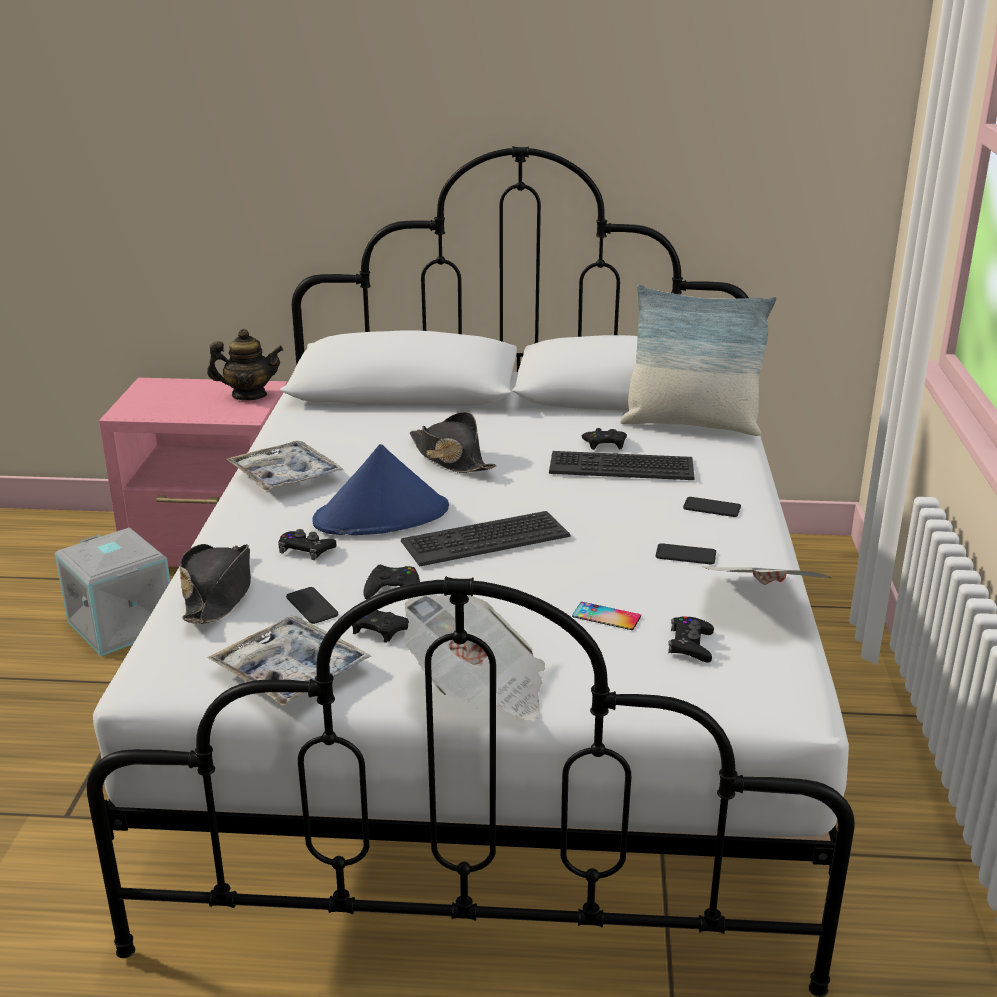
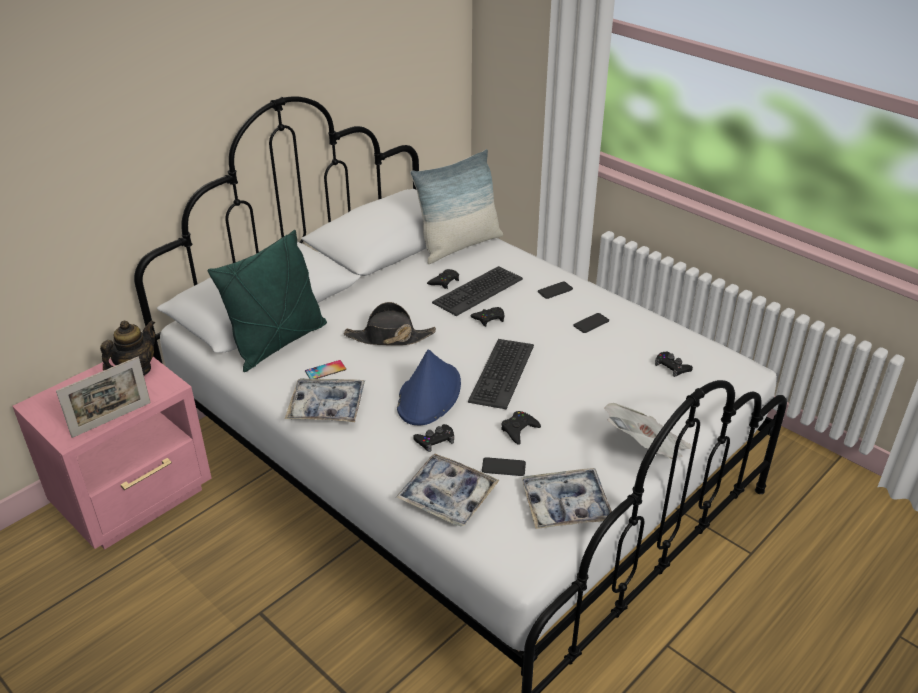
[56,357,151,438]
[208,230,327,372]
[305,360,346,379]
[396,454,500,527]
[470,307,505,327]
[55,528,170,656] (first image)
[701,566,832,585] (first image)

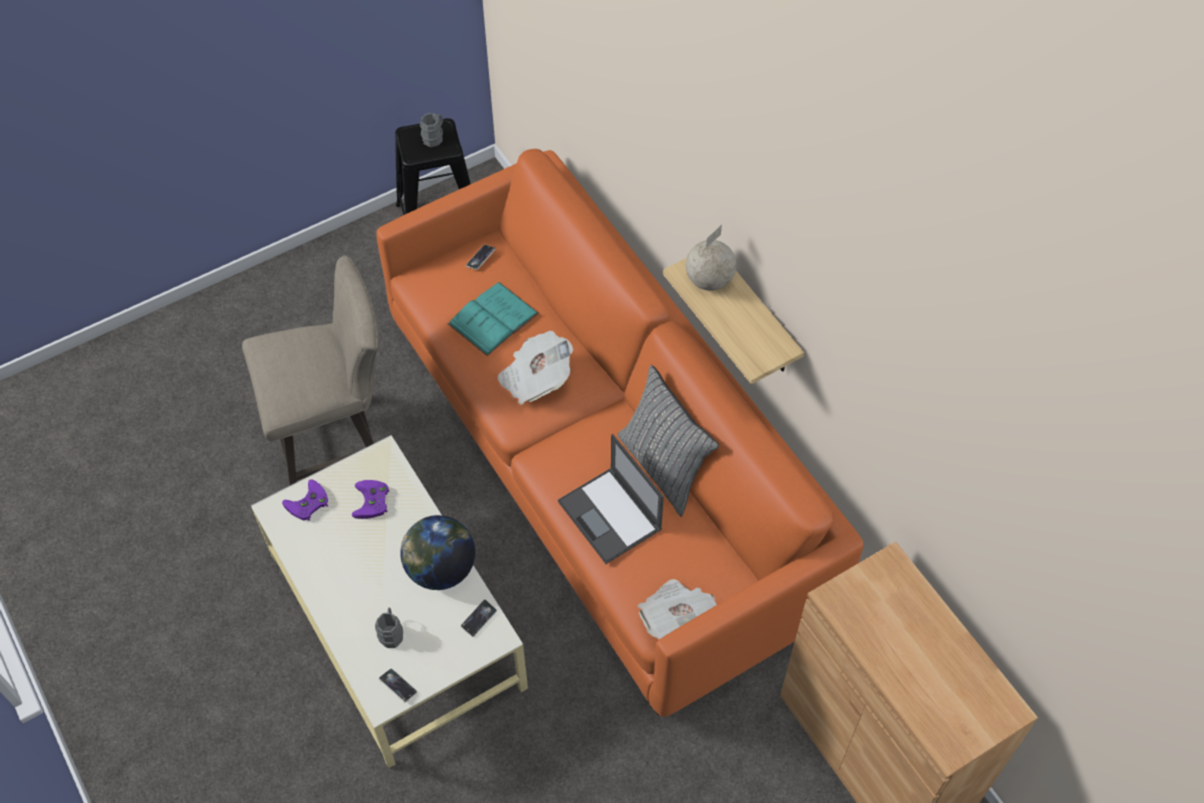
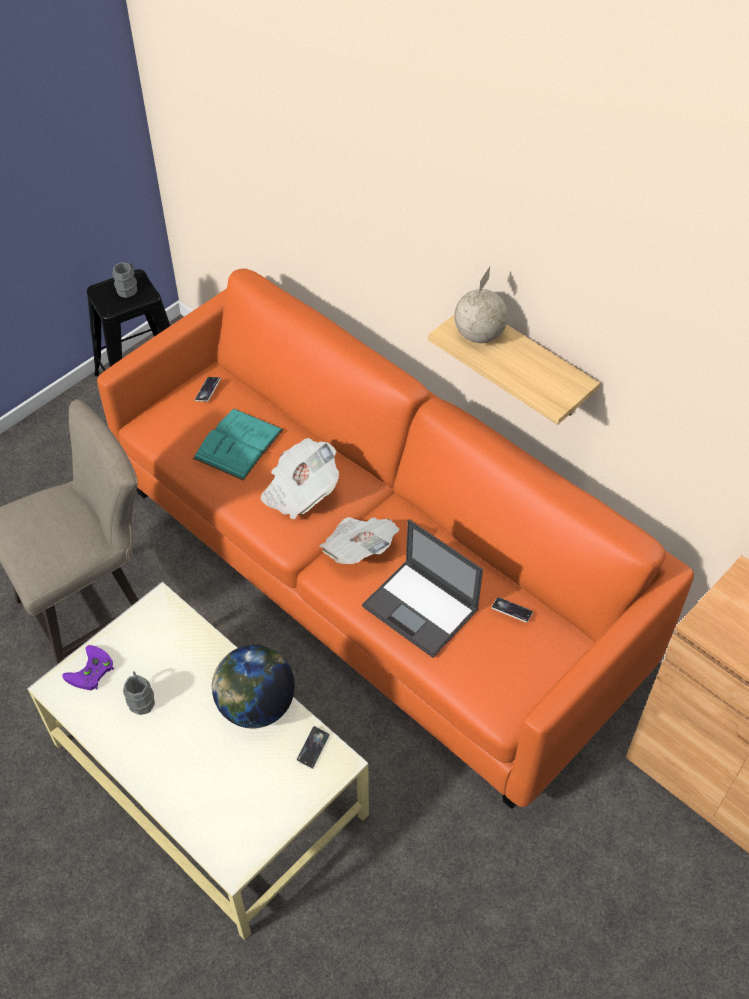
[123,671,155,715]
[319,517,399,564]
[491,597,533,623]
[352,480,389,519] (first image)
[618,365,719,517] (first image)

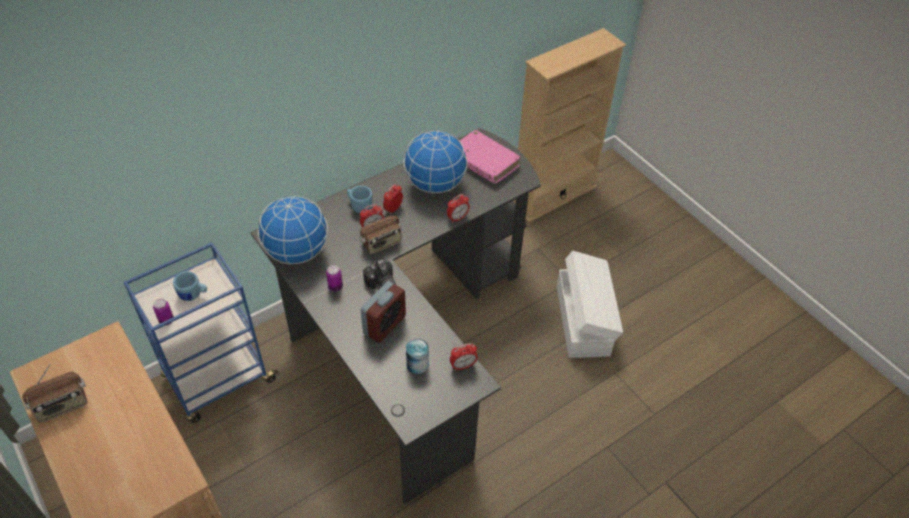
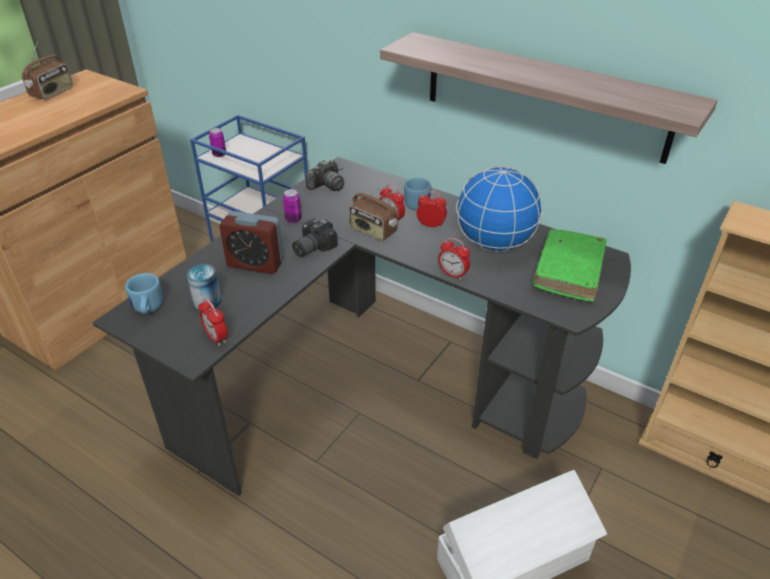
[22,42,73,100]
[125,273,163,313]
[306,160,344,191]
[380,32,718,164]
[533,230,607,302]

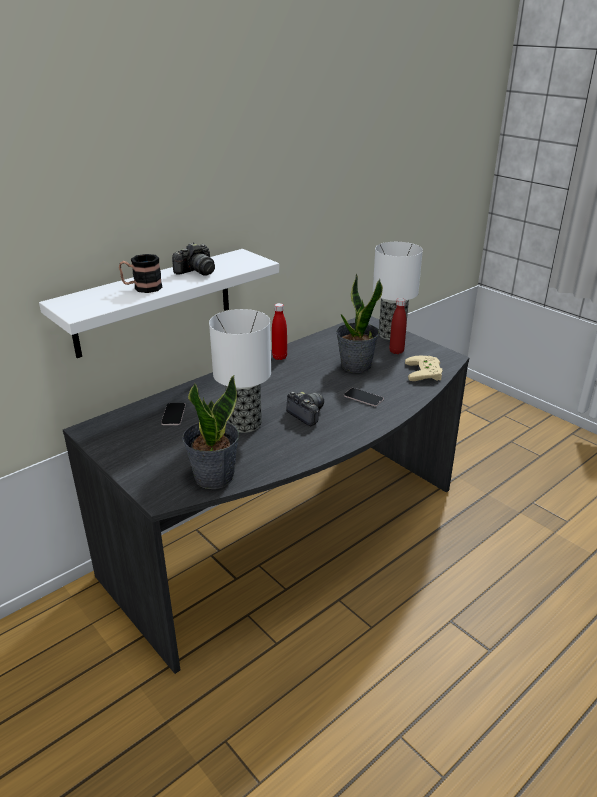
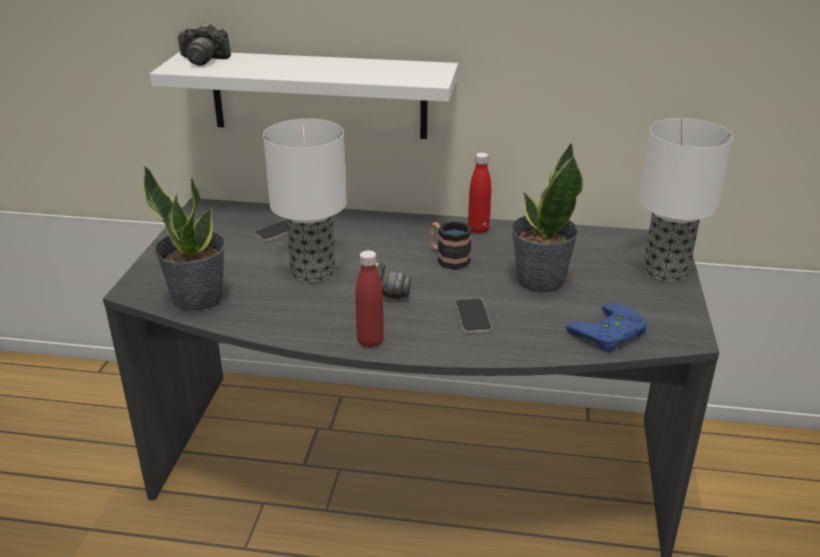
[177,23,231,66]
[355,250,384,348]
[430,221,472,270]
[566,303,647,353]

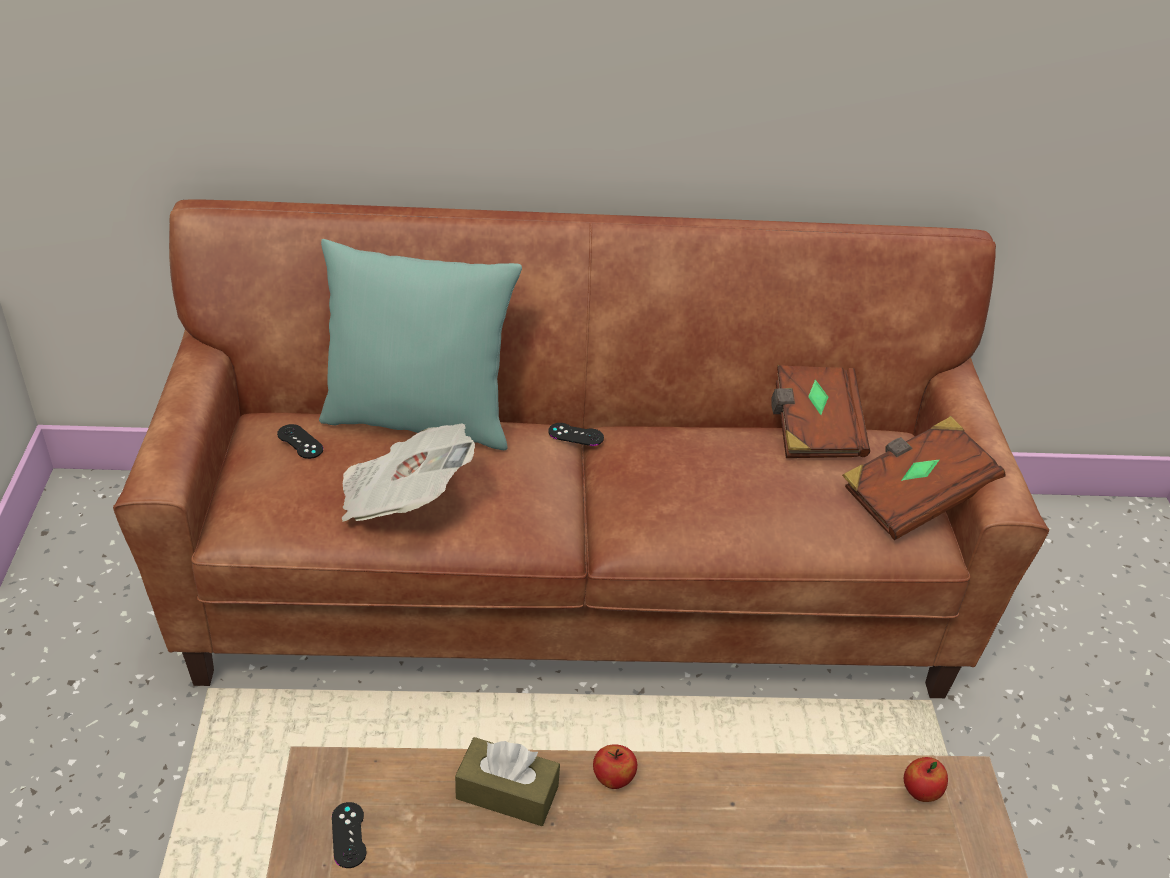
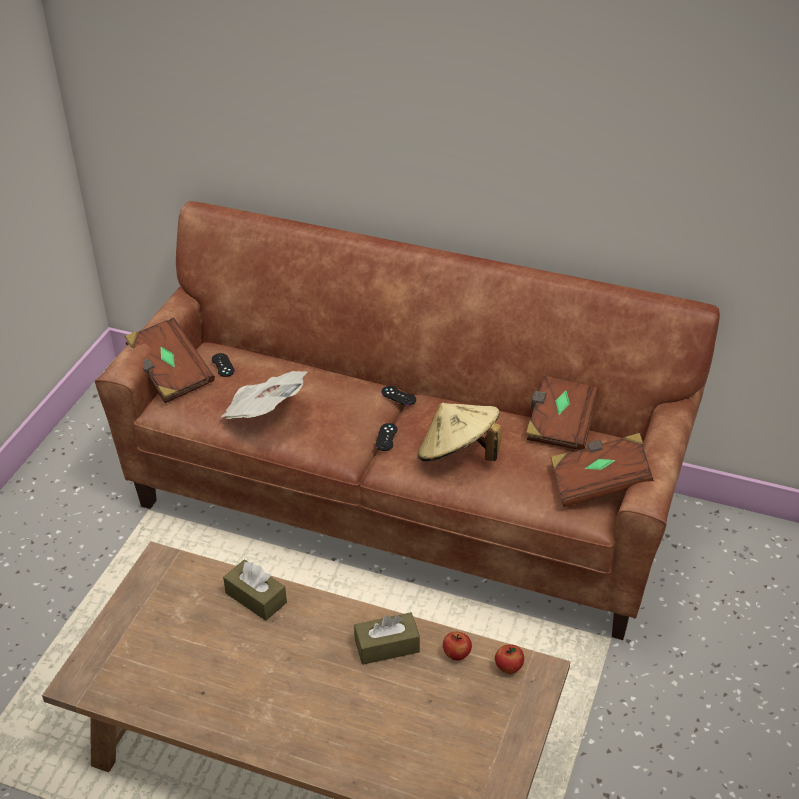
[125,318,215,403]
[354,612,420,665]
[376,423,397,451]
[418,403,502,461]
[443,632,472,661]
[319,239,522,450] (first image)

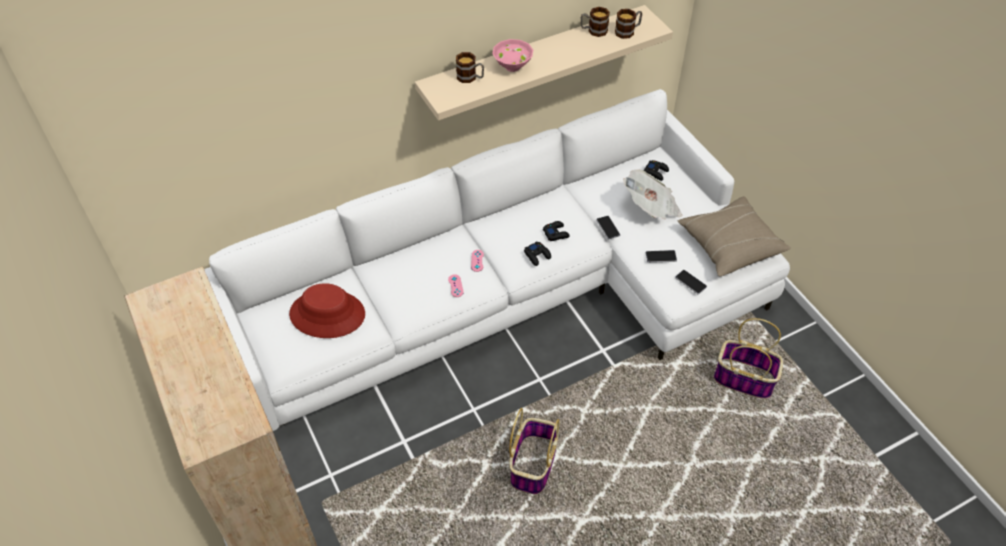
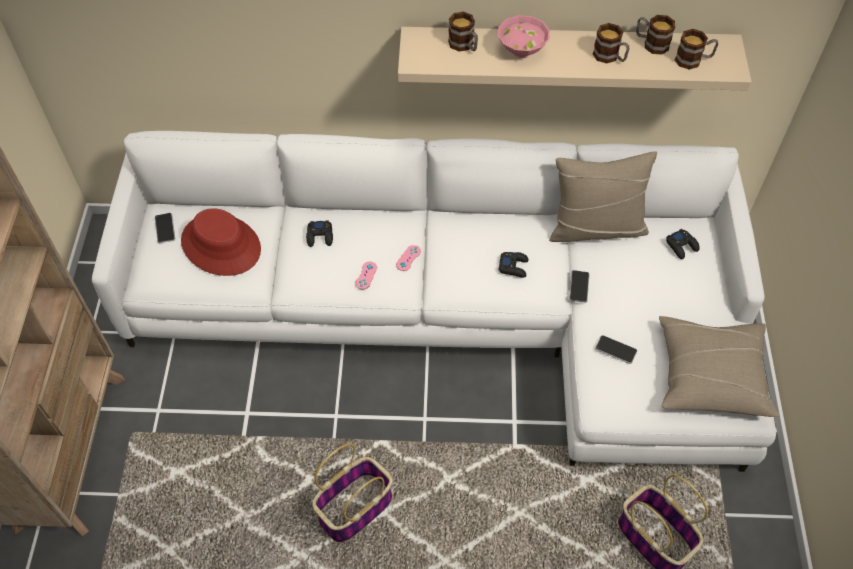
[155,213,175,243]
[306,220,333,247]
[549,151,657,242]
[593,23,629,64]
[623,169,682,219] (first image)

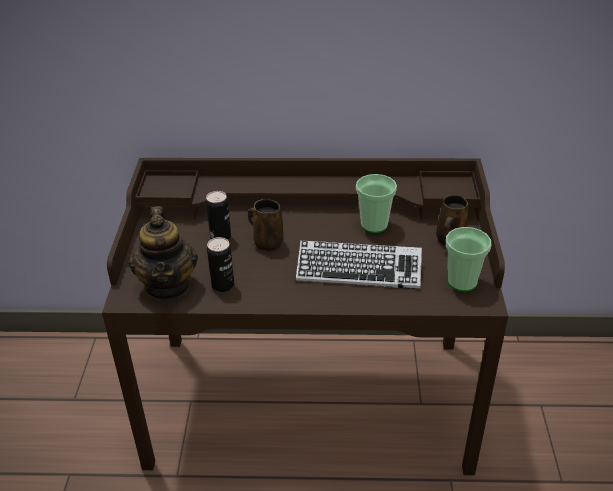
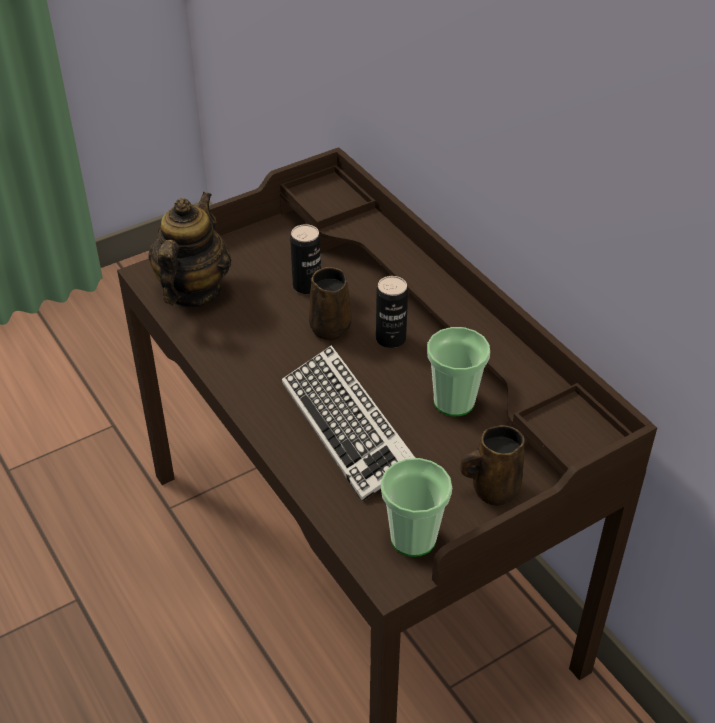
[148,192,231,308]
[376,276,408,348]

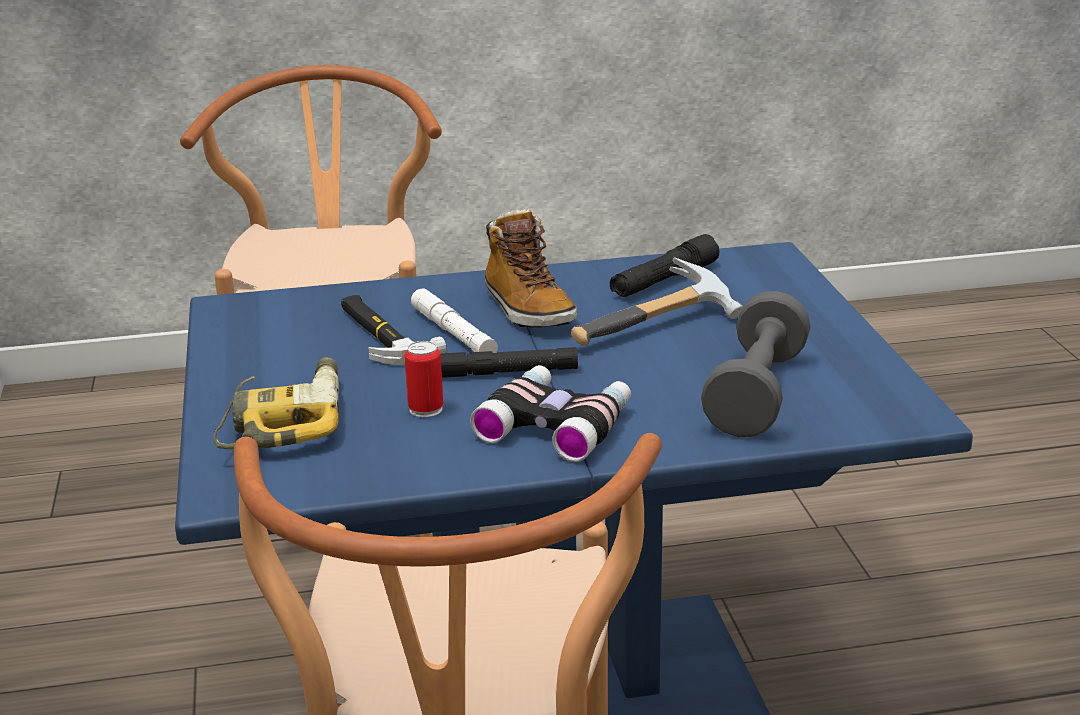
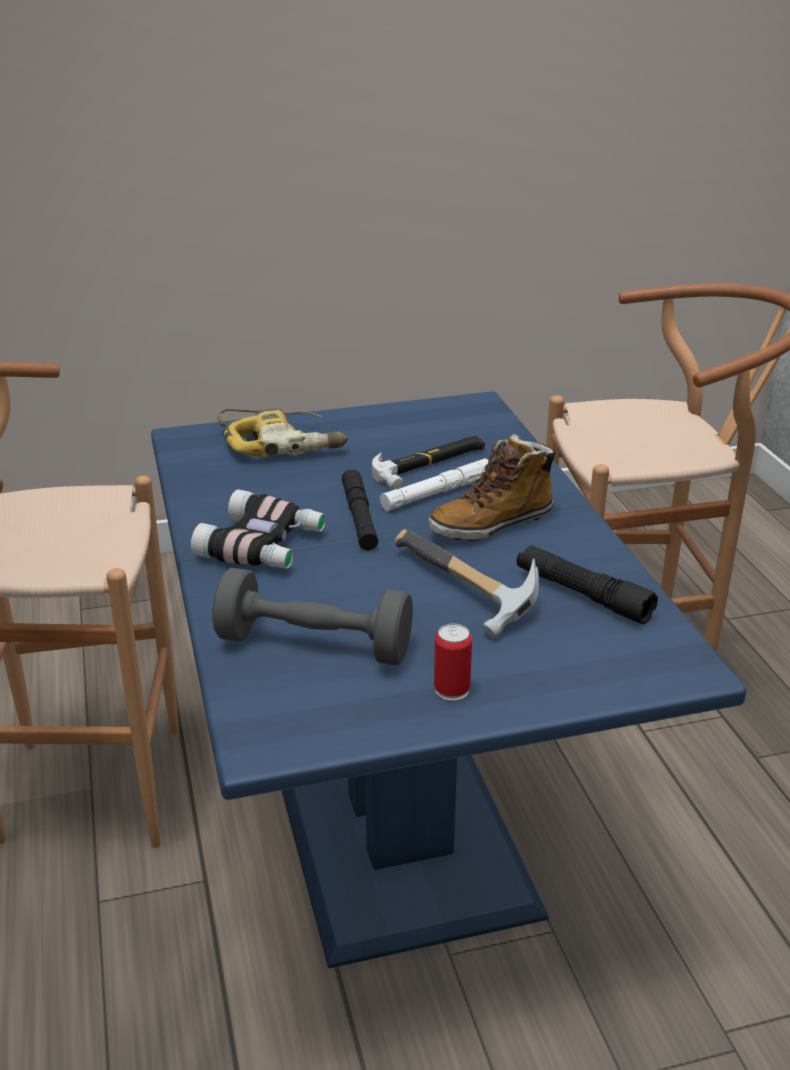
[434,624,472,701]

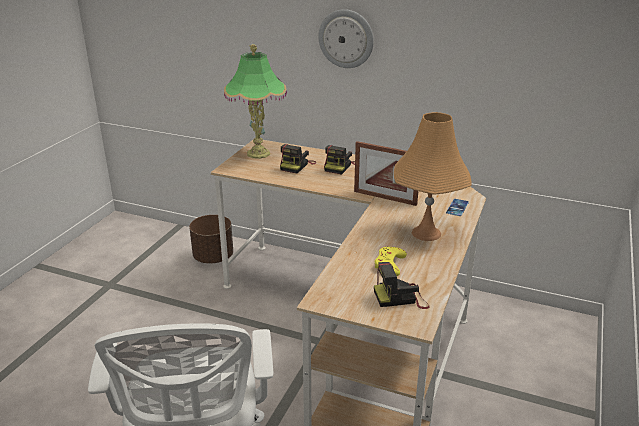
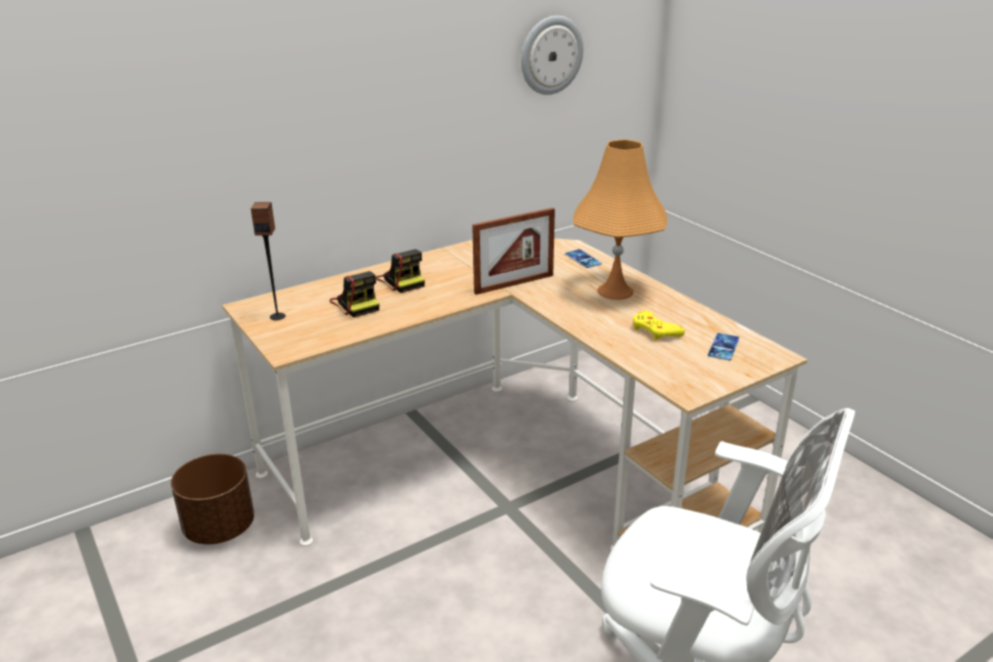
[251,202,285,320]
[521,16,583,95]
[708,333,740,360]

